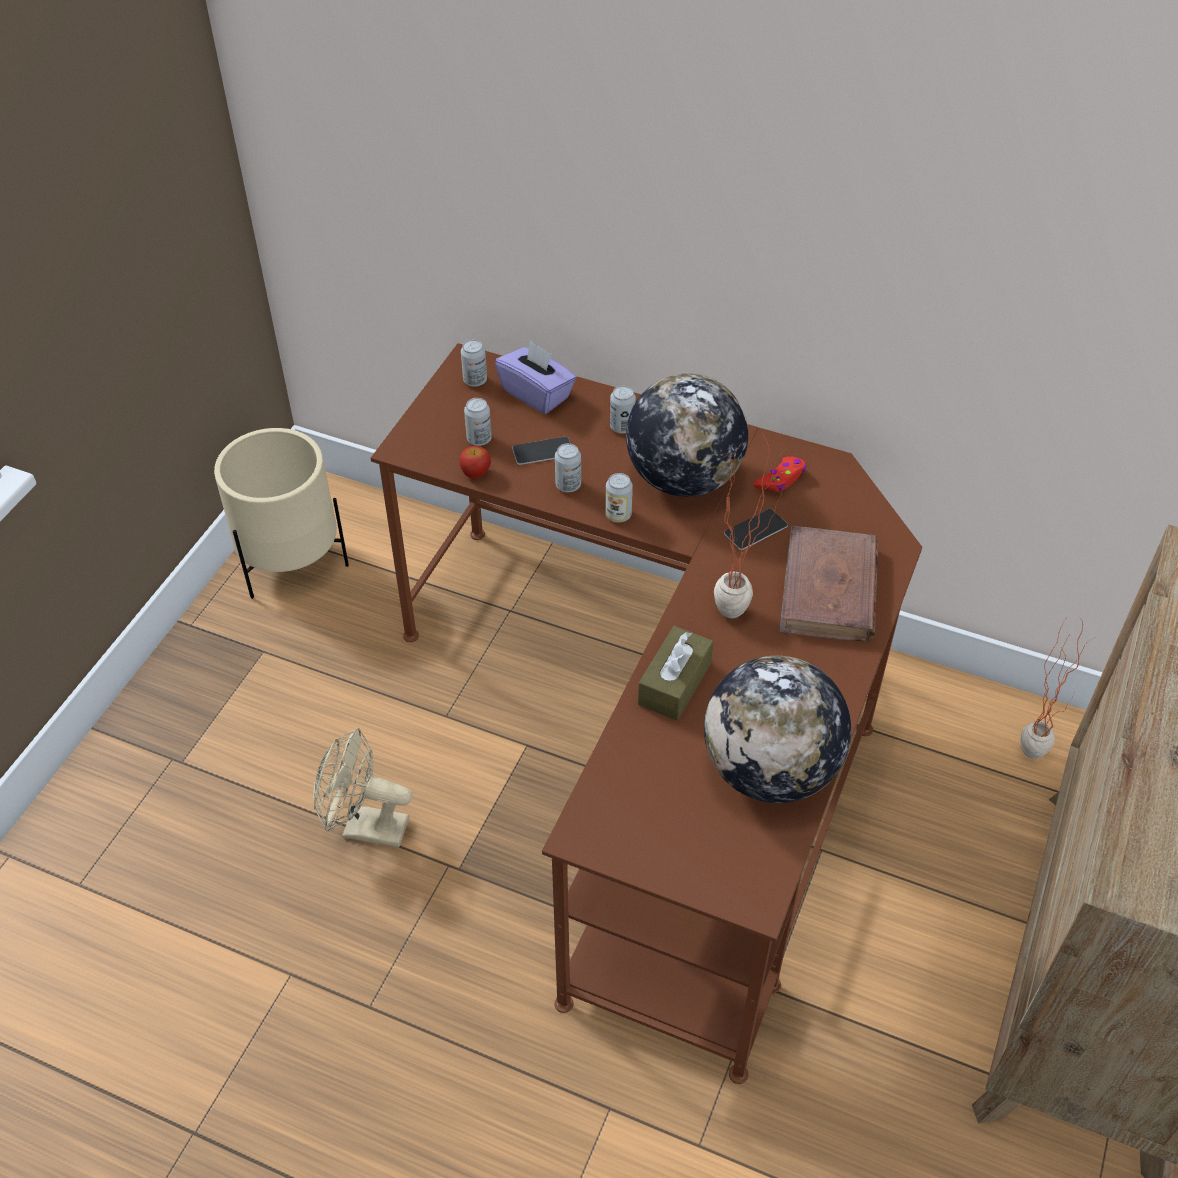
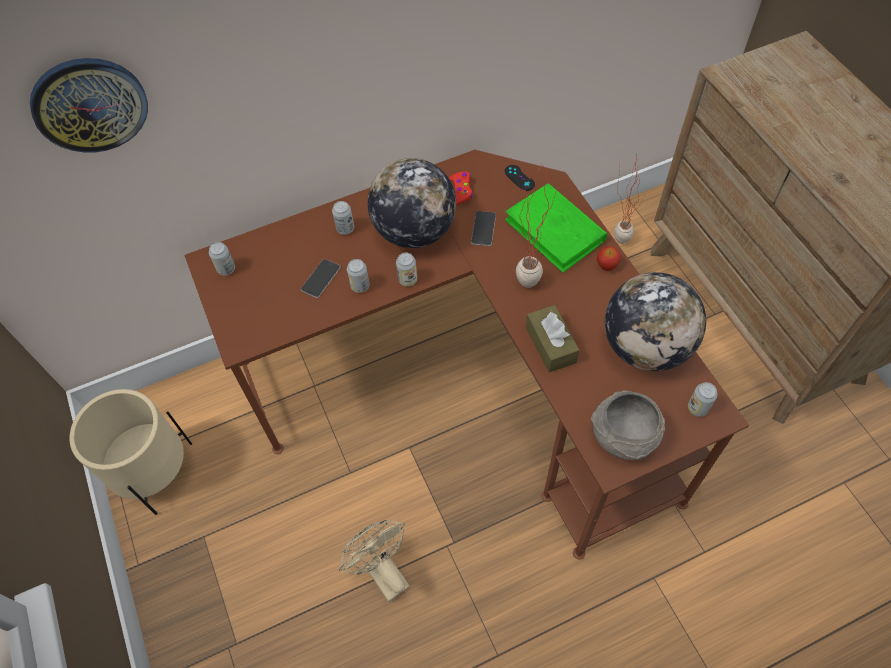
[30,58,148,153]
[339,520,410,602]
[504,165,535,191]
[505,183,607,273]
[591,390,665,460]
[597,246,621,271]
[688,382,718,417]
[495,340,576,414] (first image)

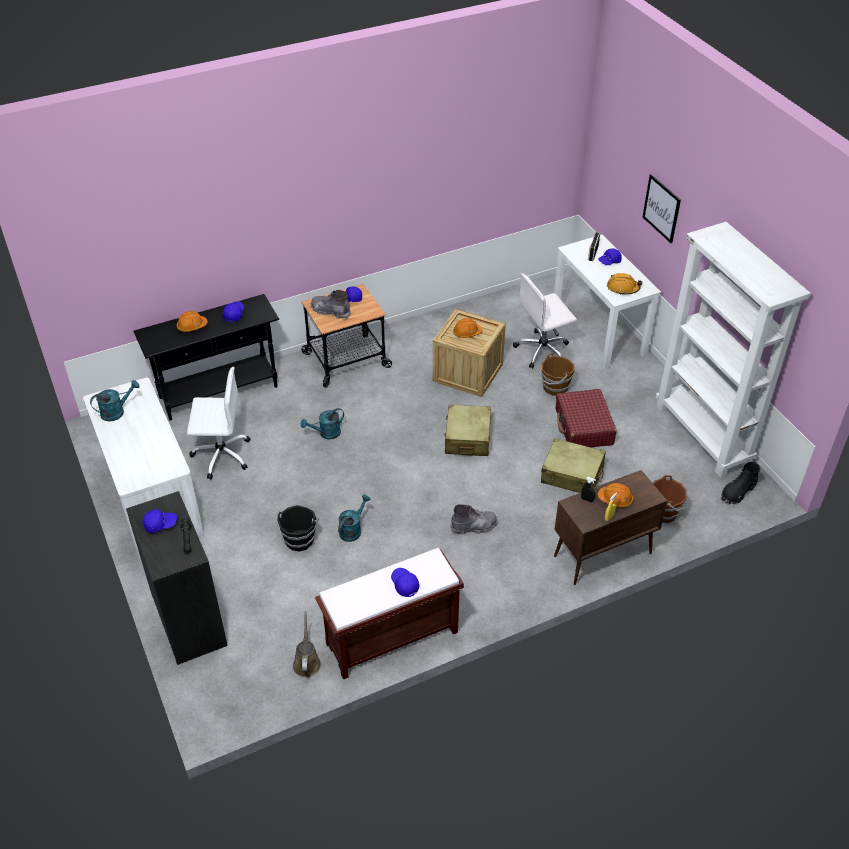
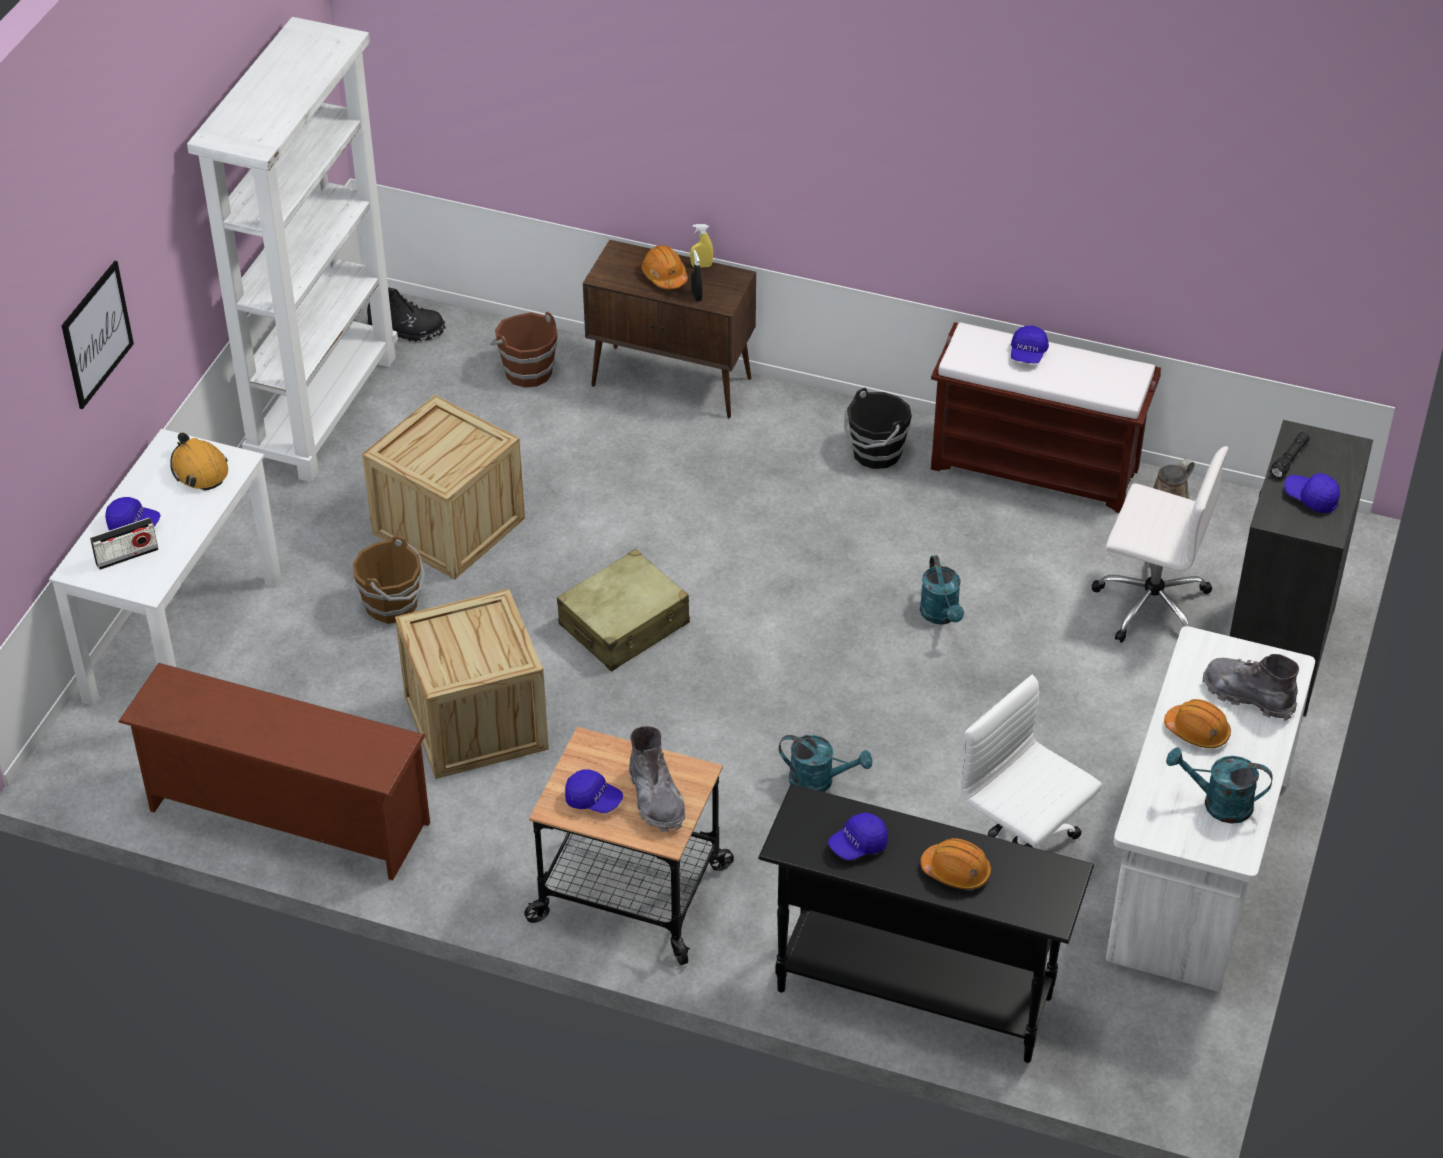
[118,663,430,880]
[362,395,525,579]
[844,387,912,469]
[920,555,964,625]
[1092,446,1228,643]
[1164,699,1231,748]
[1203,654,1299,721]
[541,439,606,493] (first image)

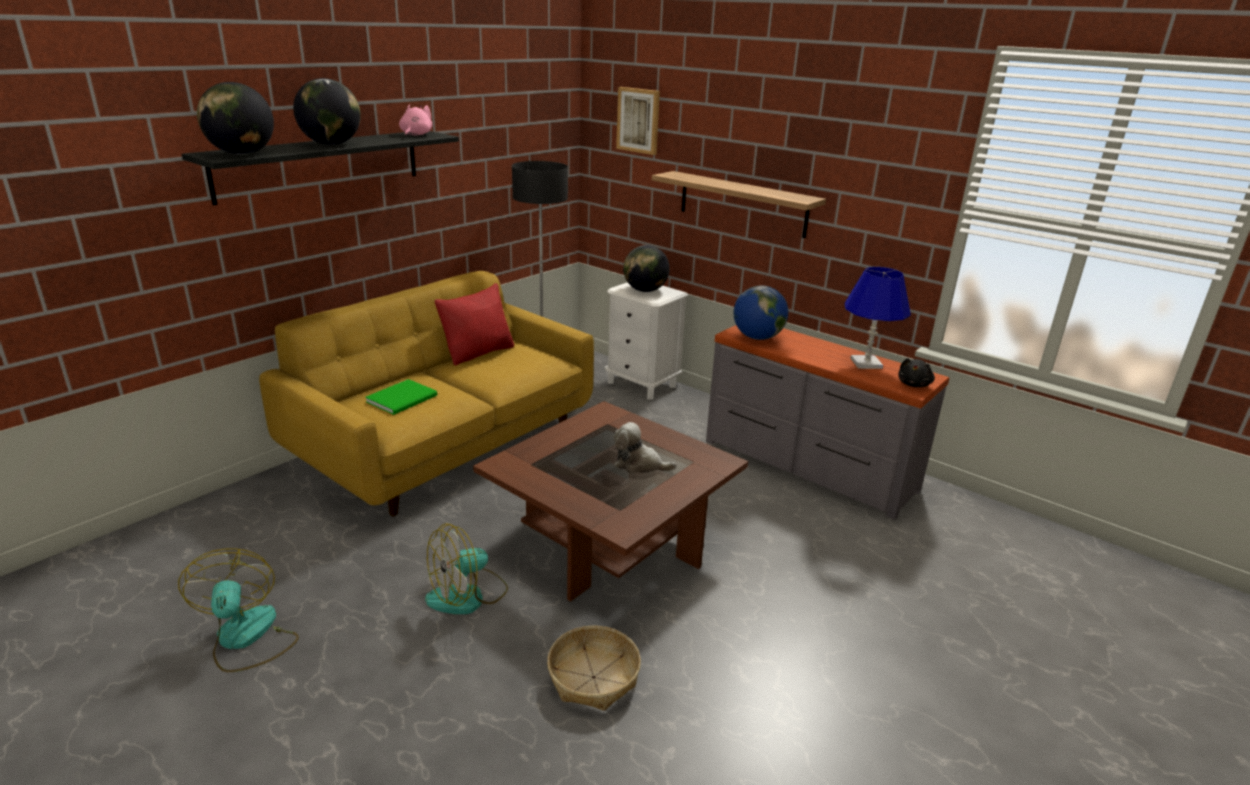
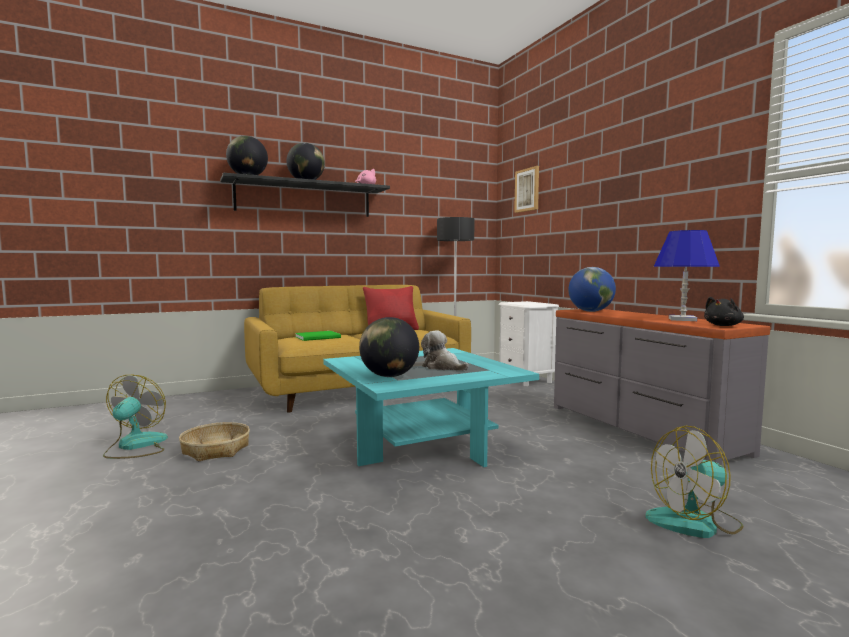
[179,422,250,462]
[323,348,539,467]
[359,317,419,377]
[646,426,743,538]
[652,171,826,238] (first image)

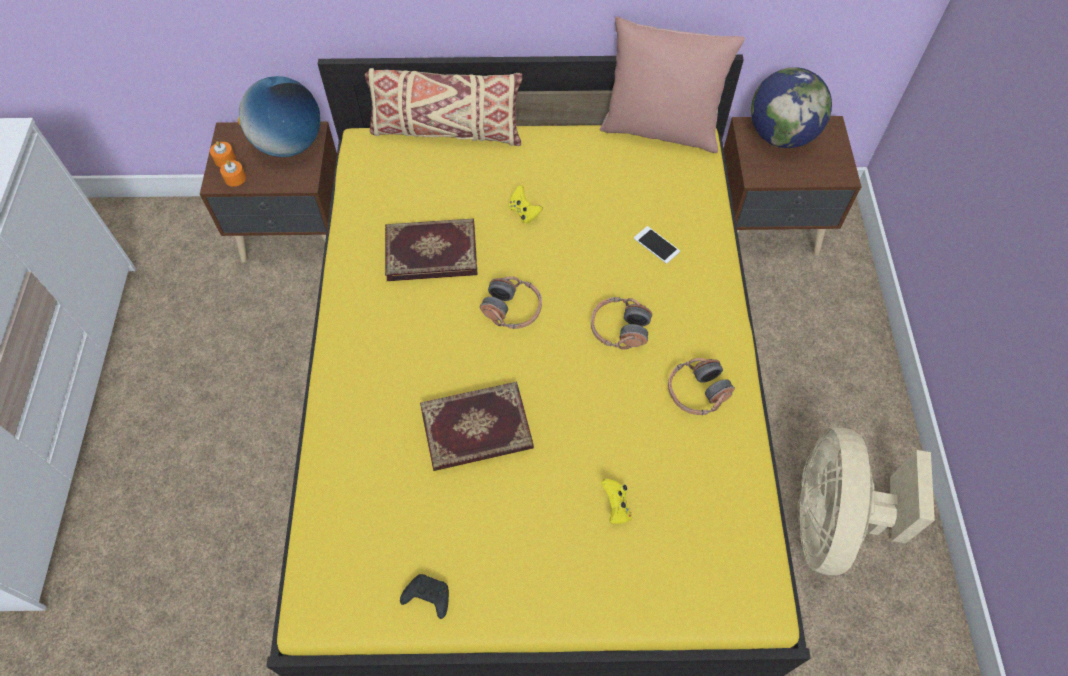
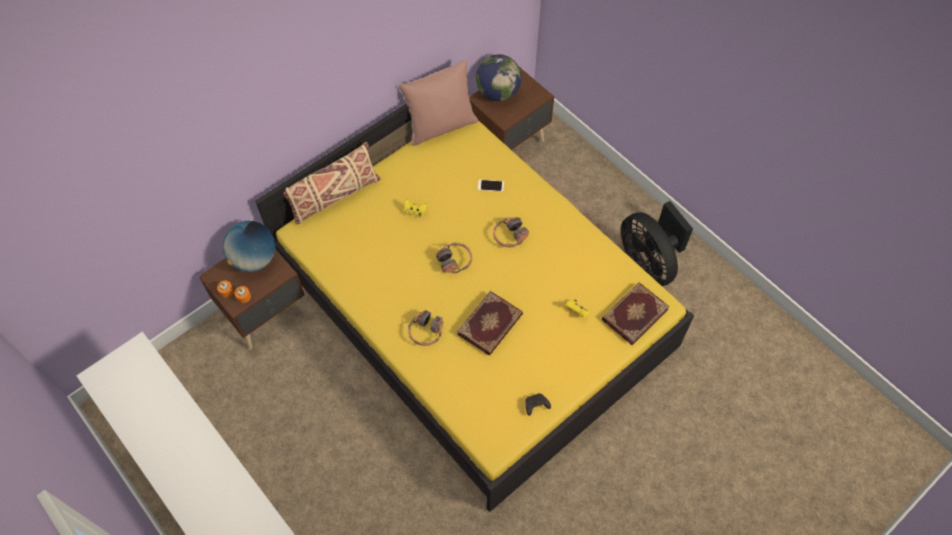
[408,310,443,346]
[602,283,670,345]
[621,201,693,286]

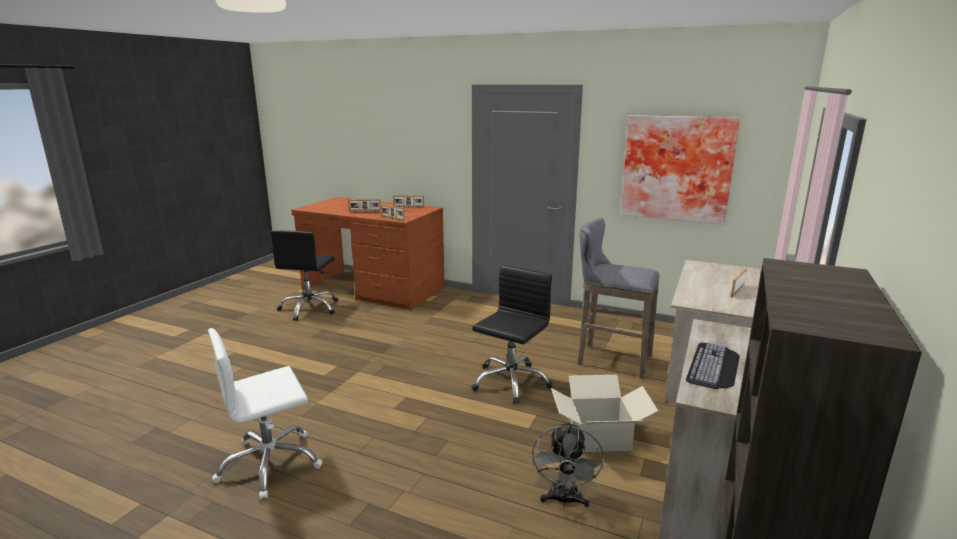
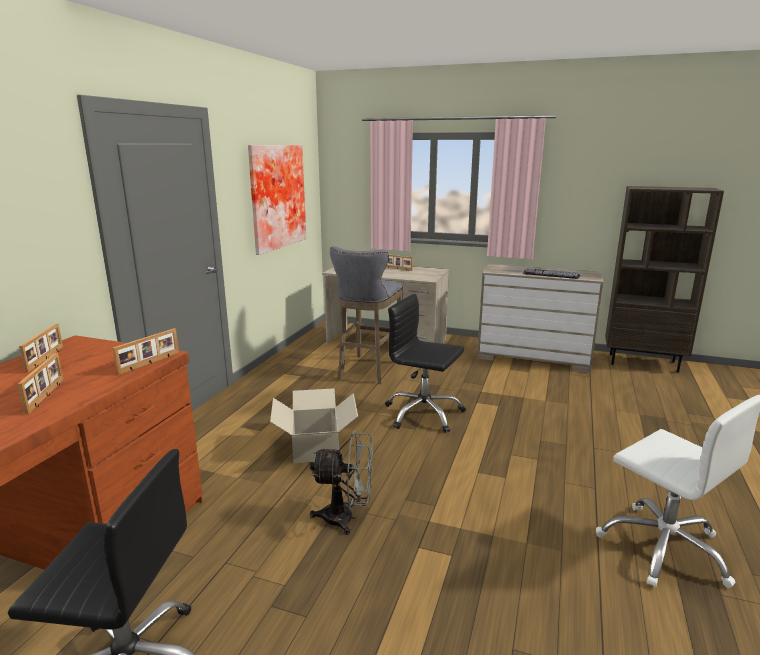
[270,388,358,463]
[310,431,373,535]

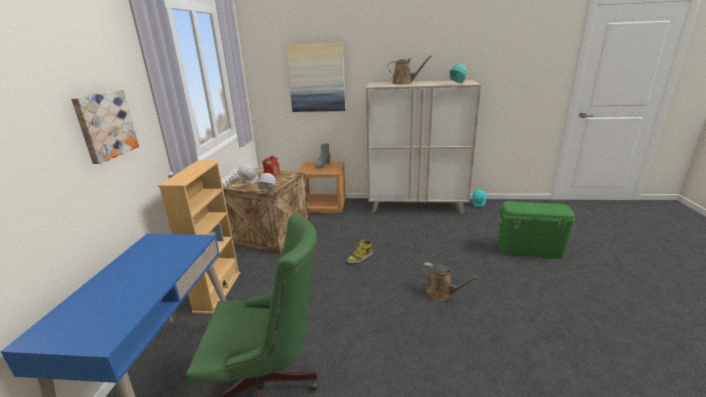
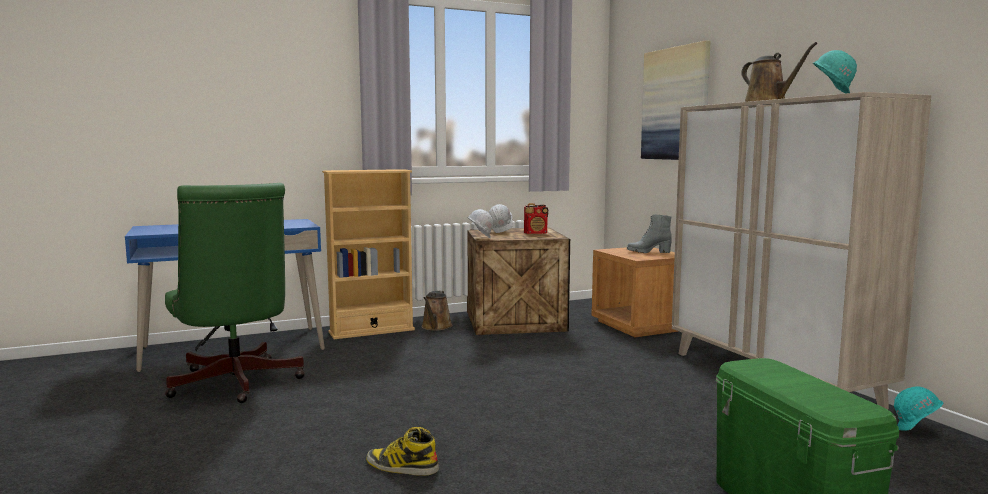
[366,427,439,476]
[421,291,453,331]
[71,90,139,164] (first image)

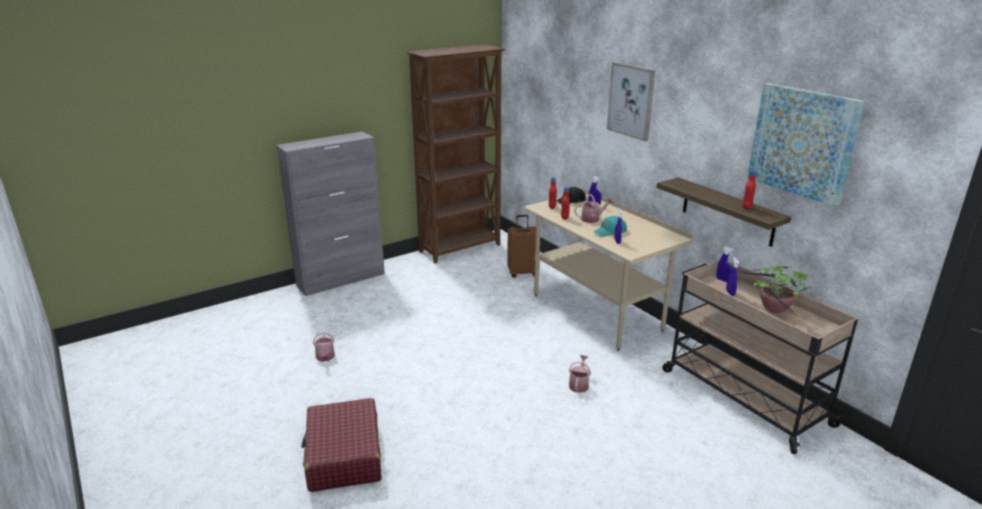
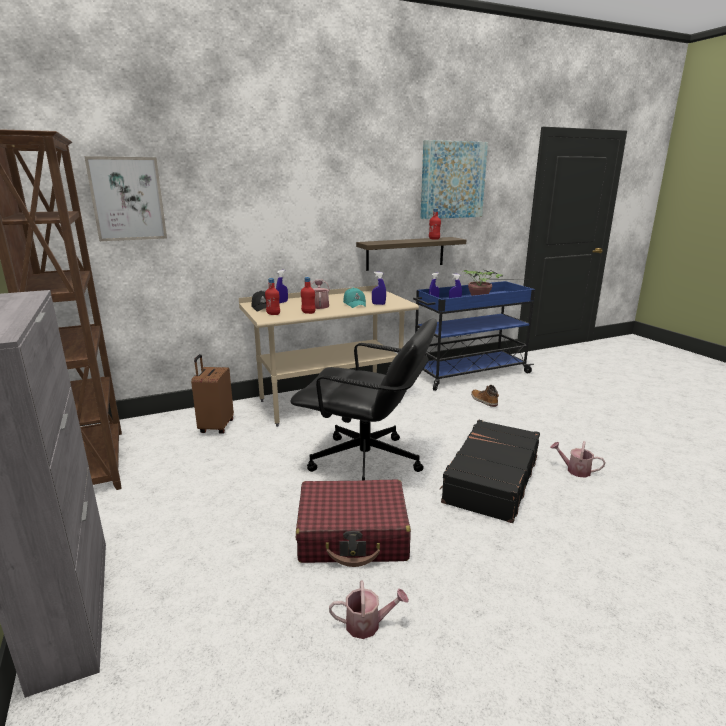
[84,156,167,241]
[290,318,437,480]
[296,480,411,567]
[413,281,535,391]
[440,420,540,523]
[471,385,499,407]
[550,441,605,478]

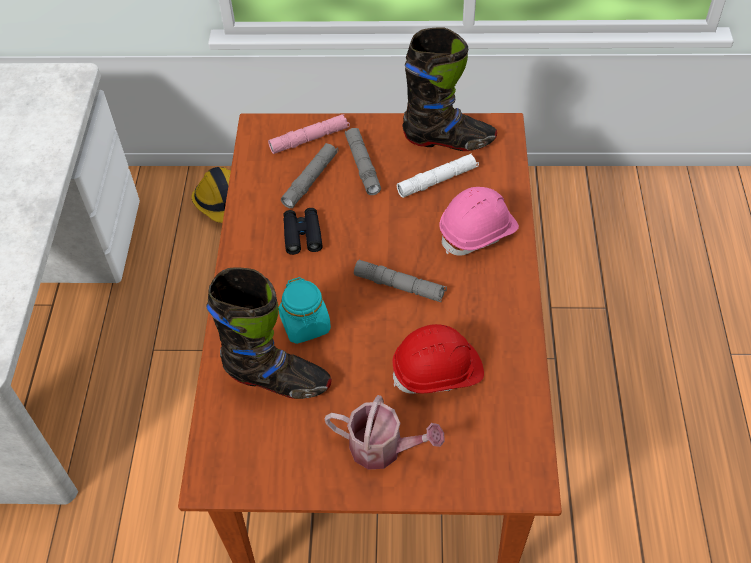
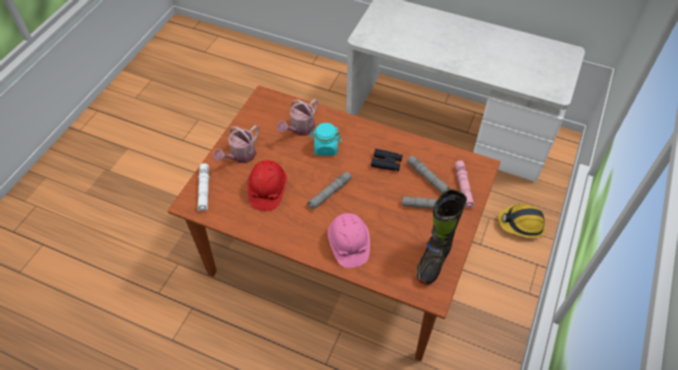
[198,163,209,211]
[277,99,318,136]

